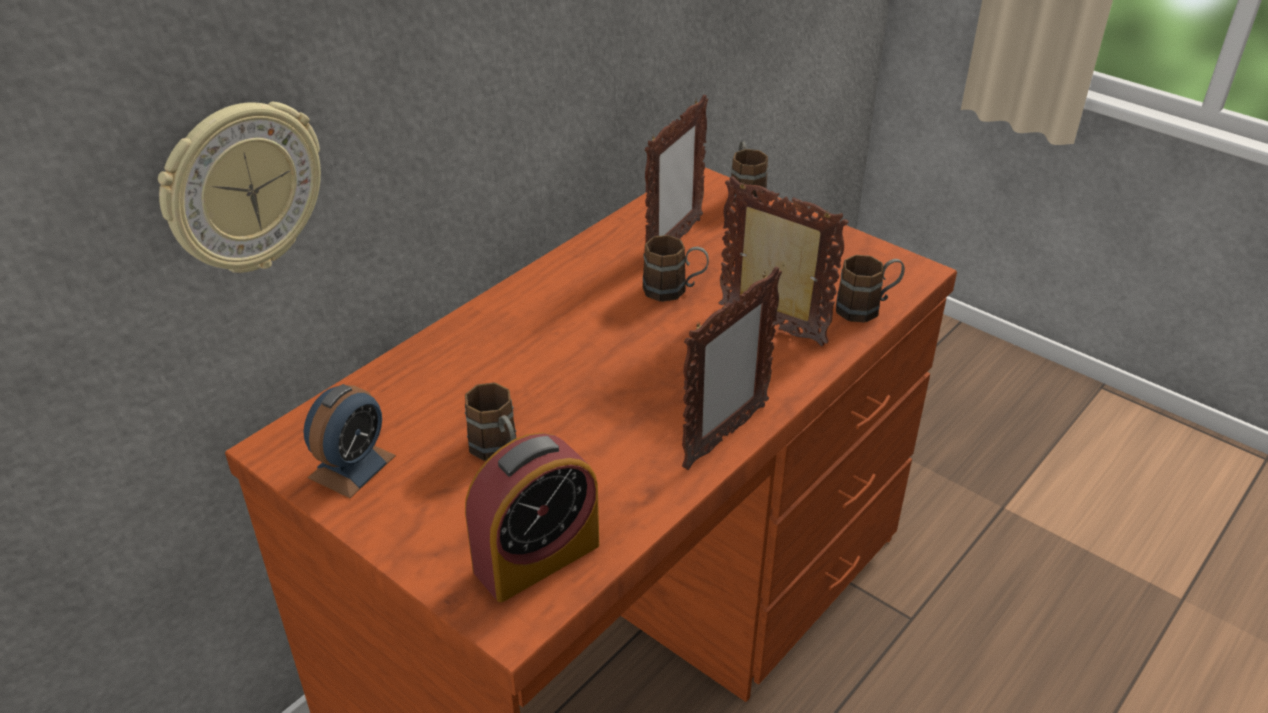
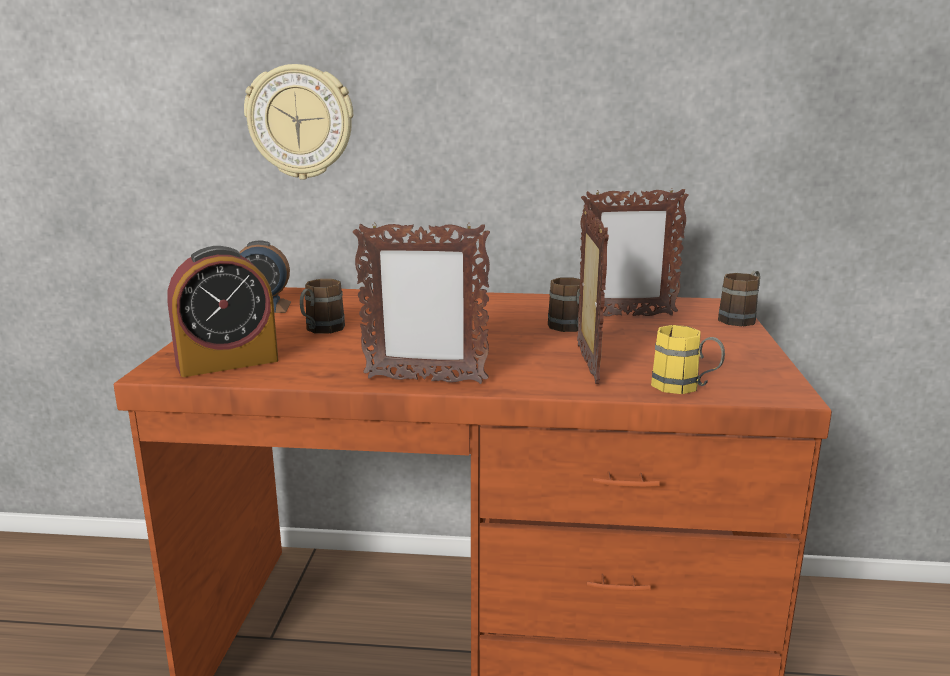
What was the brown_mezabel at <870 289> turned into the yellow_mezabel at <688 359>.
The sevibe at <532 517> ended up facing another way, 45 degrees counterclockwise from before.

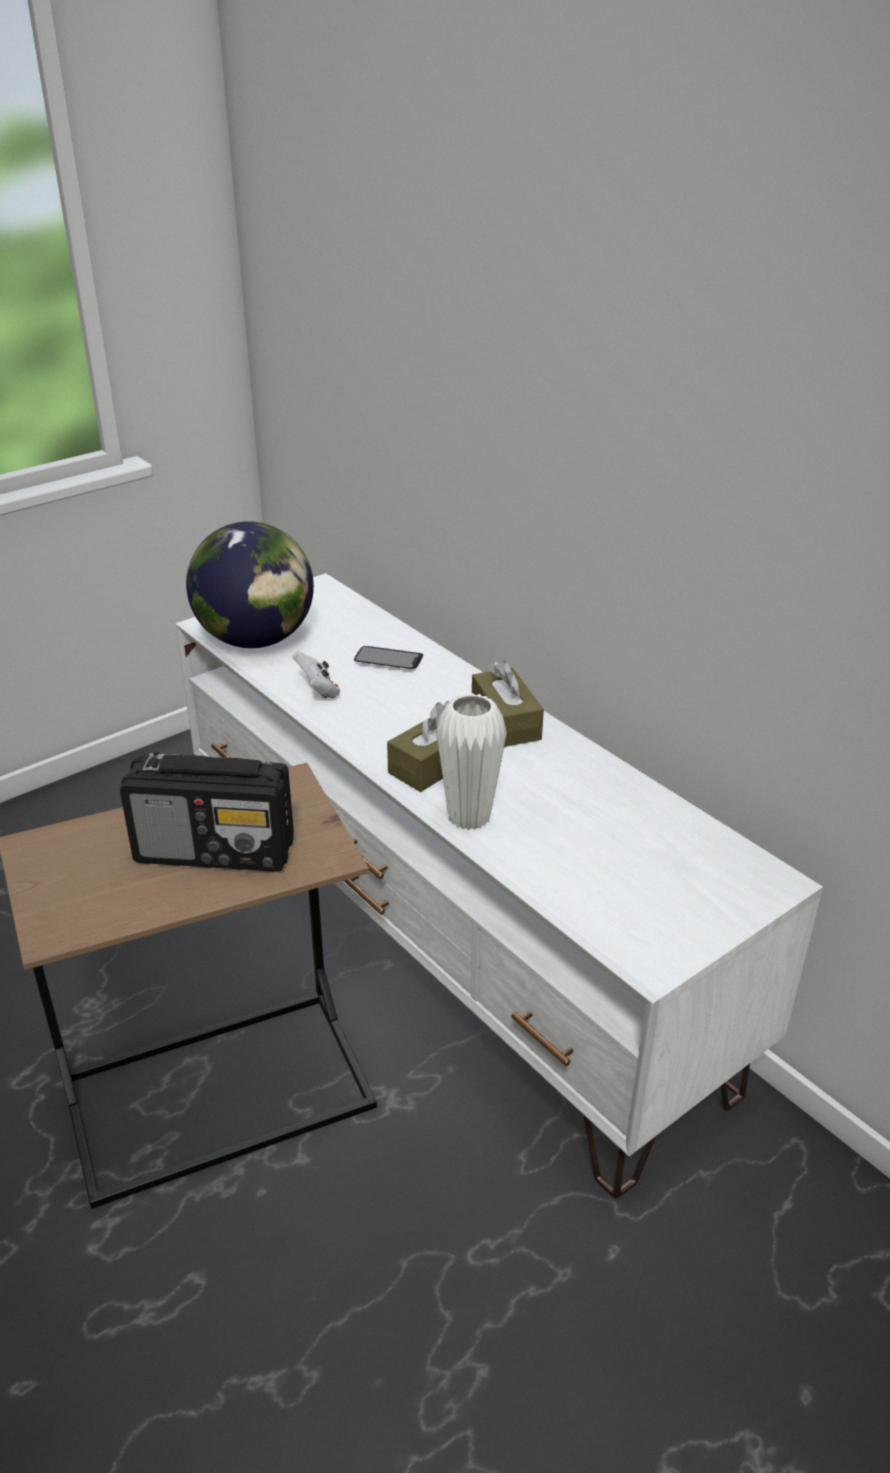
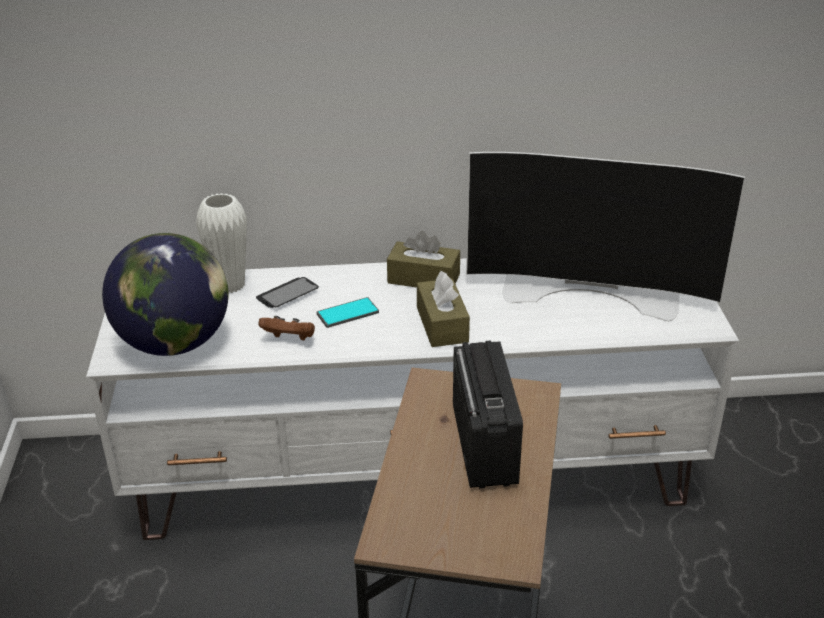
What was the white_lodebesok at <316 675> turned into the brown_lodebesok at <286 328>.
The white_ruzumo ended up elsewhere, having gone from <471 761> to <221 243>.
The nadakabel at <207 812> ended up facing another way, 45 degrees counterclockwise from before.
The second view gained the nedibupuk at <605 236>.
The second view gained the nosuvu at <348 312>.

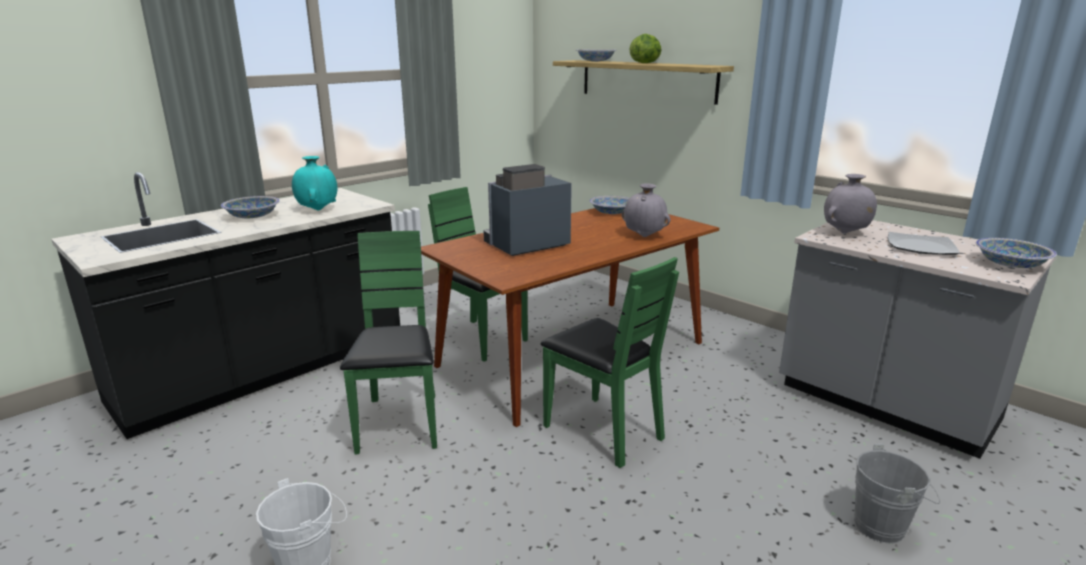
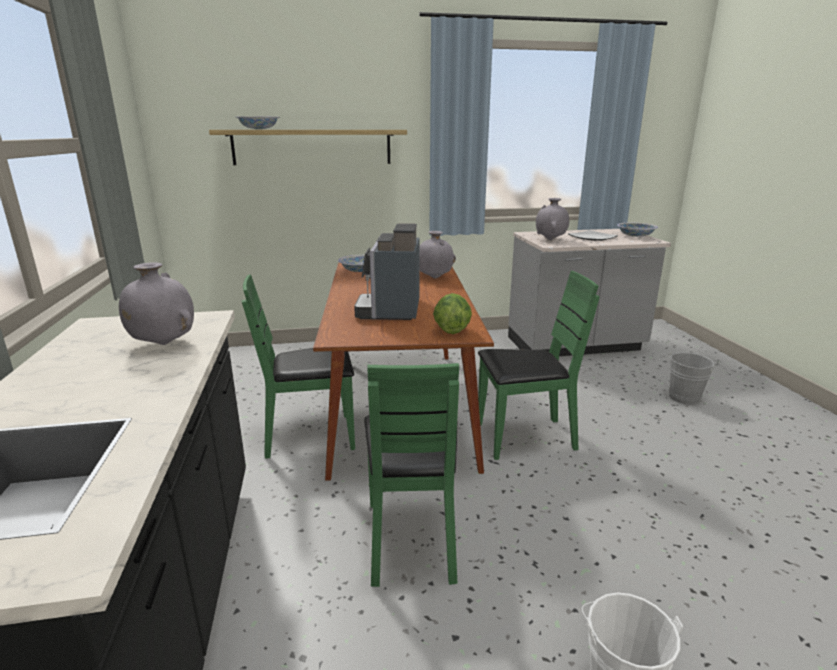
The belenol ended up elsewhere, having gone from <645 48> to <452 313>.
What was the turquoise_ruzumo at <315 183> turned into the grey_ruzumo at <156 303>.
The second view lost the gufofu at <250 207>.
The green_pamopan at <388 343> ended up facing another way, 120 degrees counterclockwise from before.

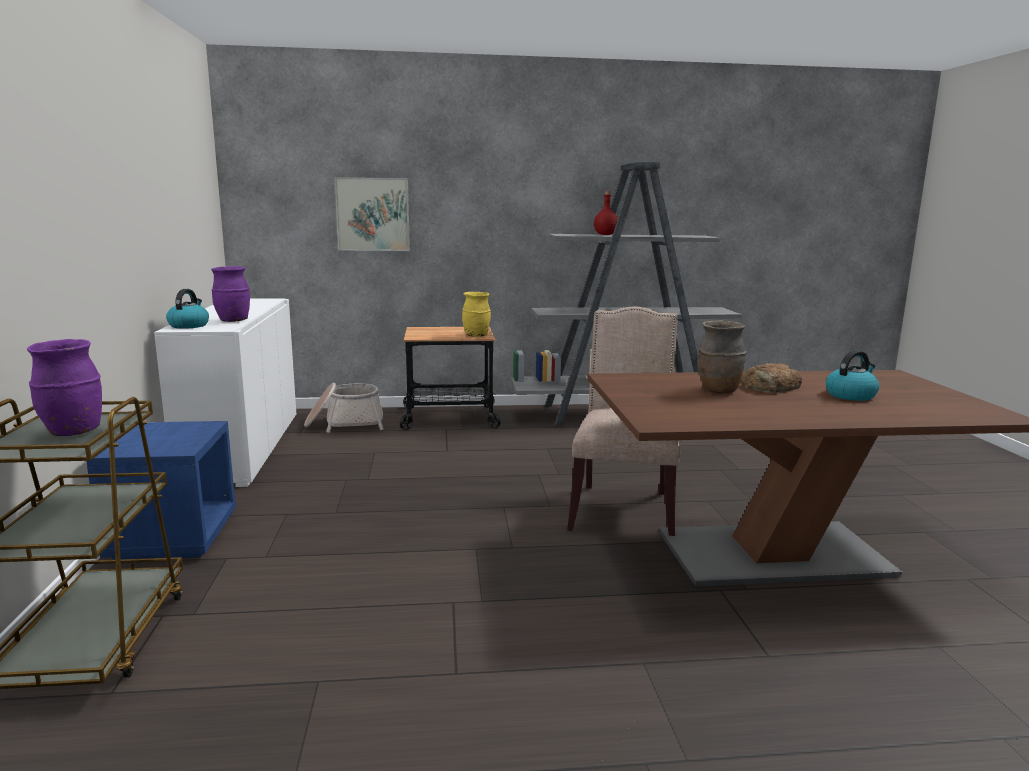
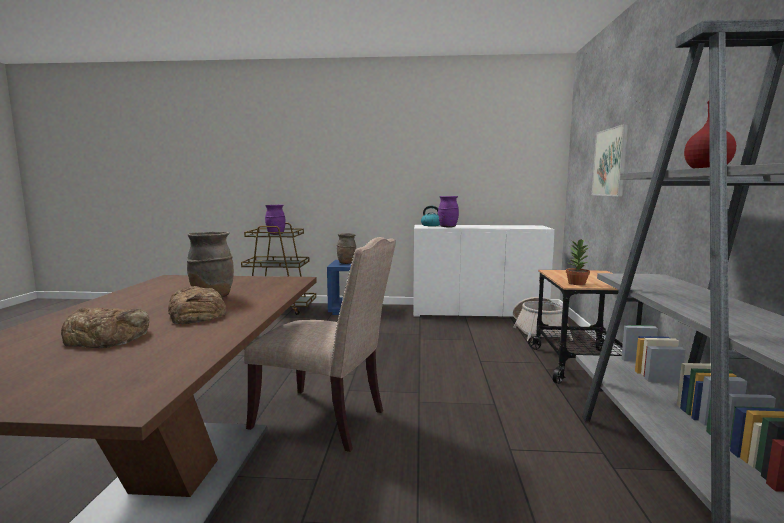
Where the yellow_ruzumo stood at <476 314>, the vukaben came to stand at <578 262>.
Where the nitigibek stood at <852 375>, the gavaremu came to stand at <105 327>.
The second view gained the brown_ruzumo at <346 248>.

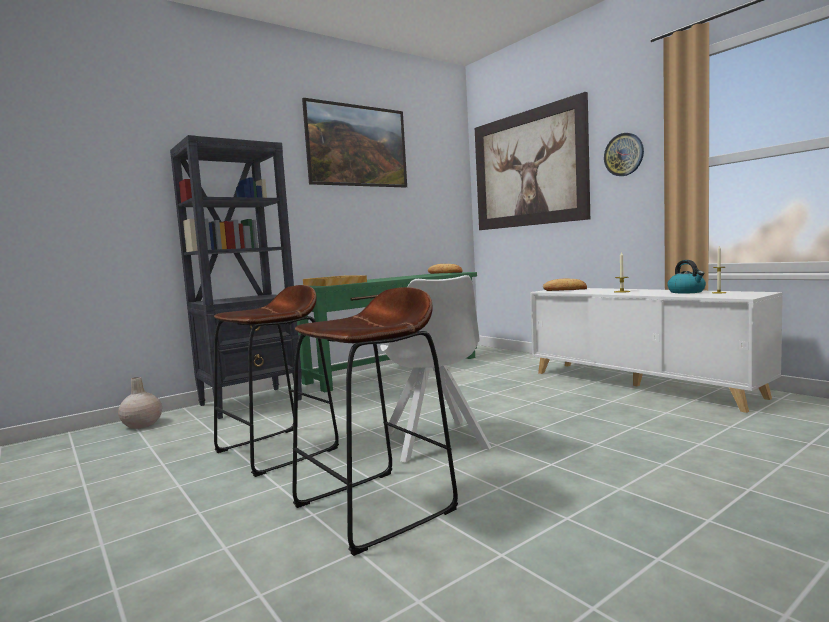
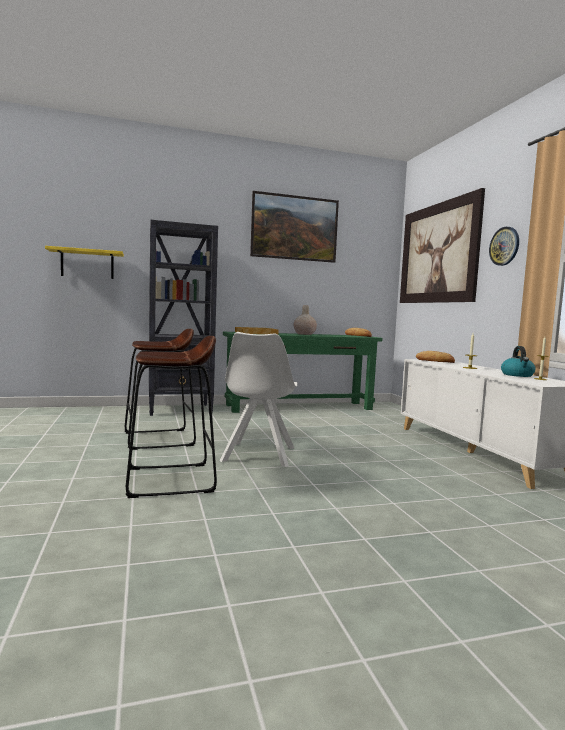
The beige_ruzumo ended up elsewhere, having gone from <140 403> to <305 320>.
The second view gained the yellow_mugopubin at <84 262>.

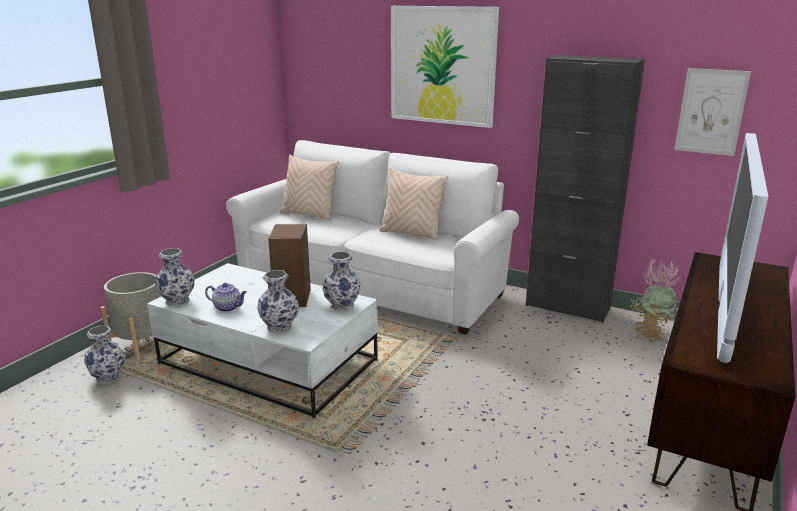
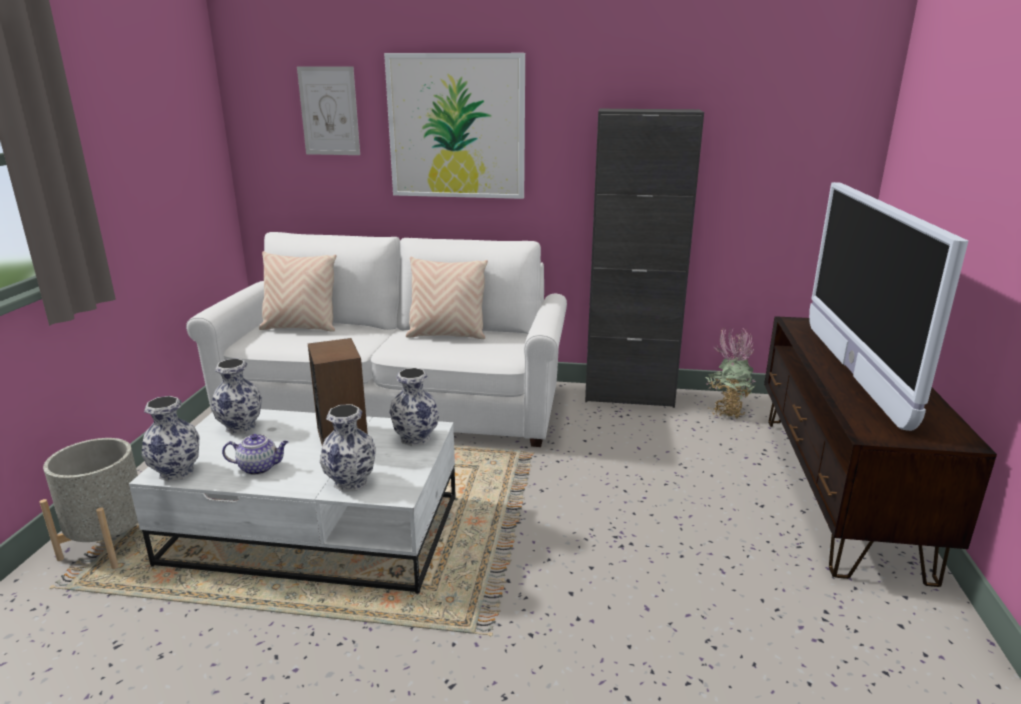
The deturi ended up elsewhere, having gone from <712 112> to <328 110>.
The ruzumo ended up elsewhere, having gone from <104 355> to <236 396>.

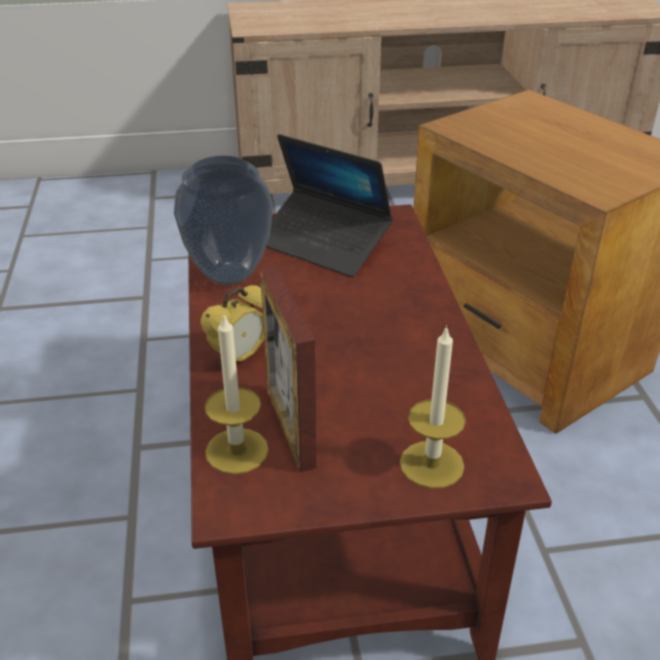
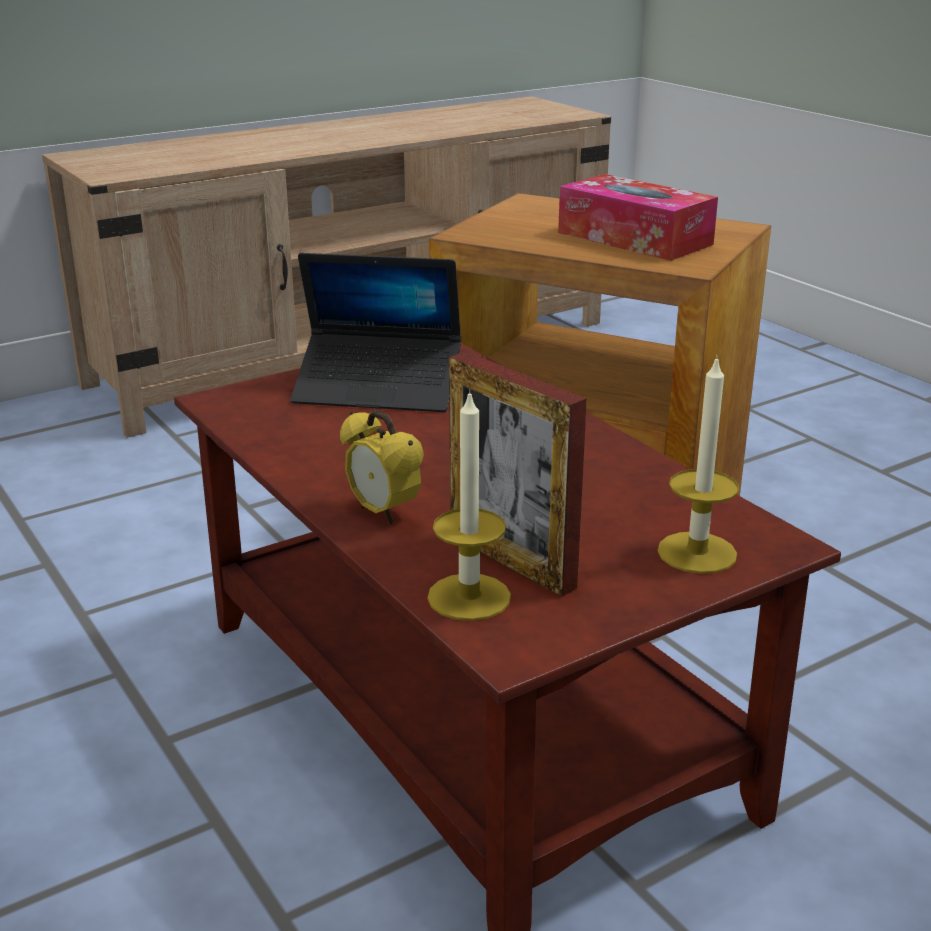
The second view lost the ruzumo at <223 220>.
The sevibe at <232 323> ended up facing another way, 120 degrees clockwise from before.
The second view gained the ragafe at <638 217>.

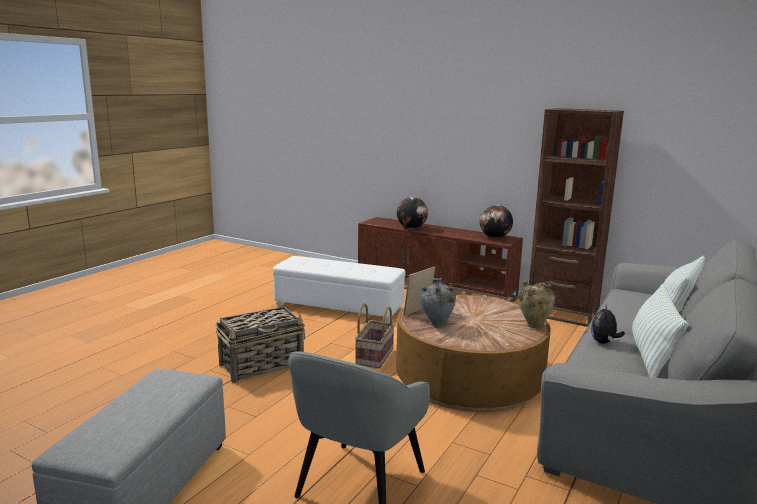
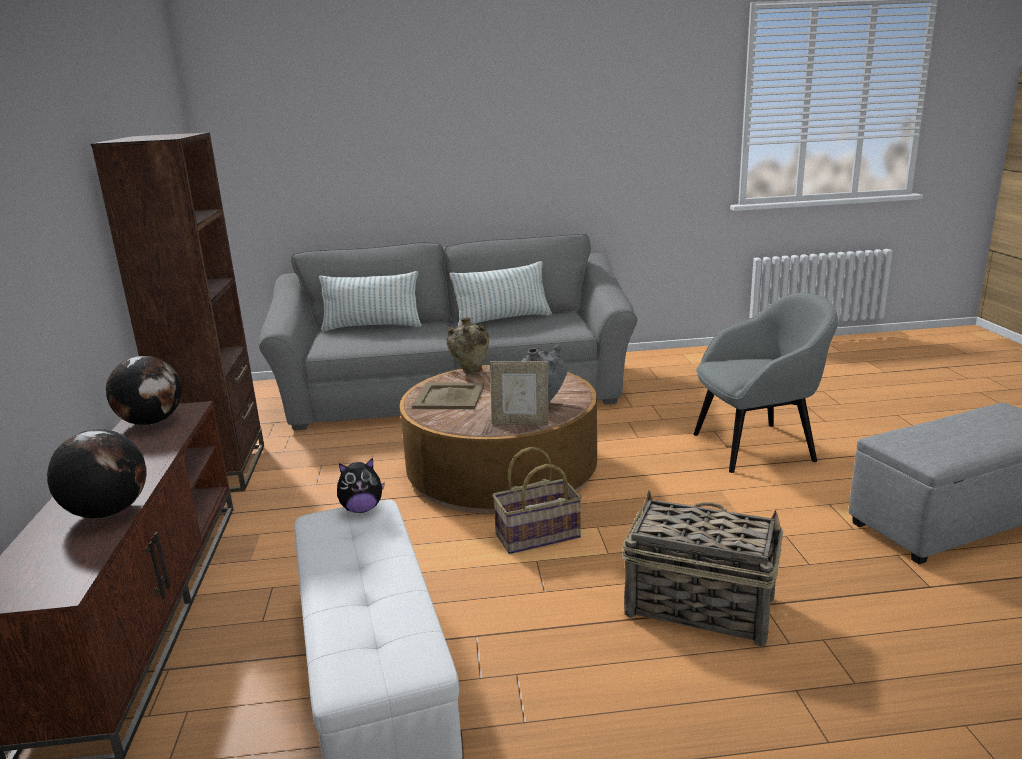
The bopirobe ended up elsewhere, having gone from <608 325> to <361 485>.
The second view gained the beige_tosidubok at <448 396>.

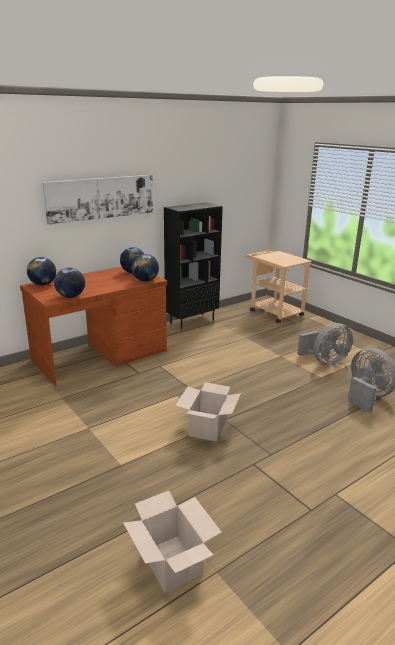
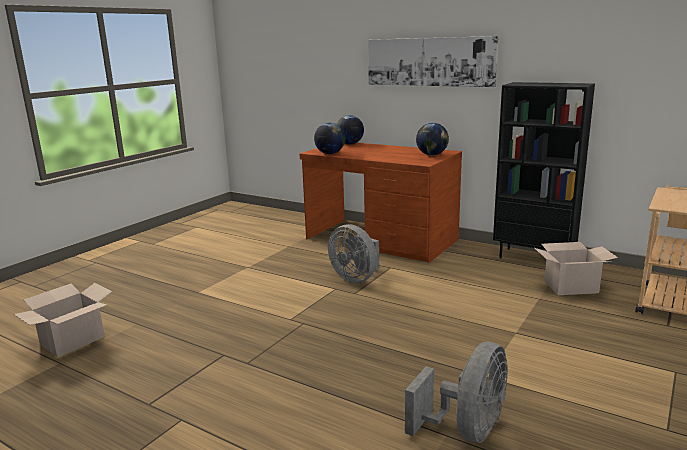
The second view lost the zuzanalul at <145 268>.
The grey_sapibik ended up elsewhere, having gone from <325 344> to <353 253>.
The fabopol ended up elsewhere, having gone from <208 411> to <576 268>.

